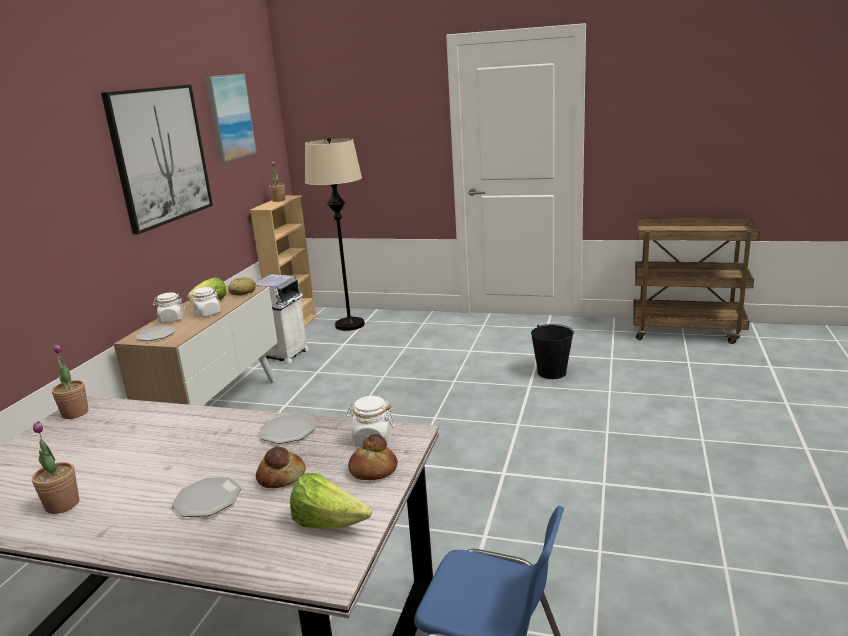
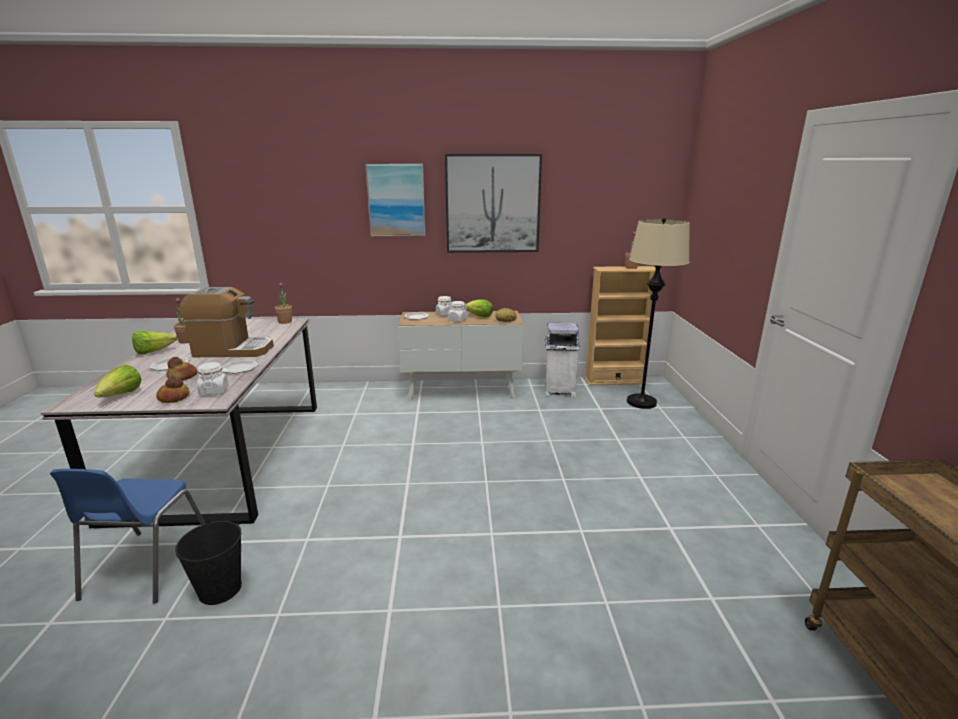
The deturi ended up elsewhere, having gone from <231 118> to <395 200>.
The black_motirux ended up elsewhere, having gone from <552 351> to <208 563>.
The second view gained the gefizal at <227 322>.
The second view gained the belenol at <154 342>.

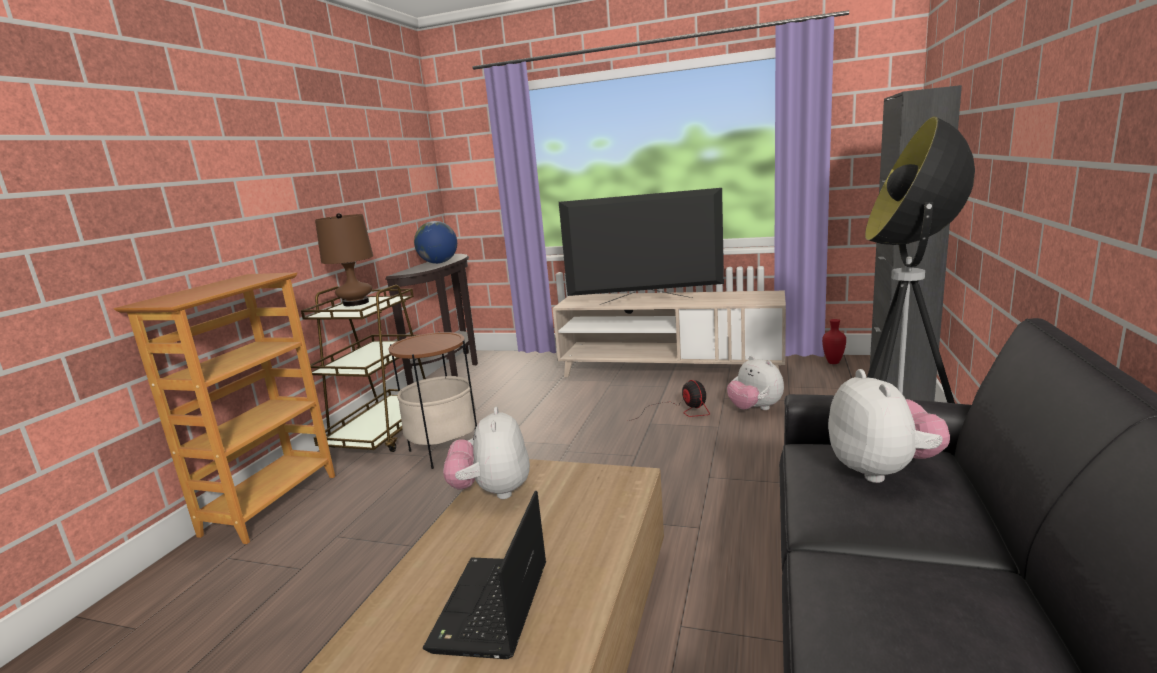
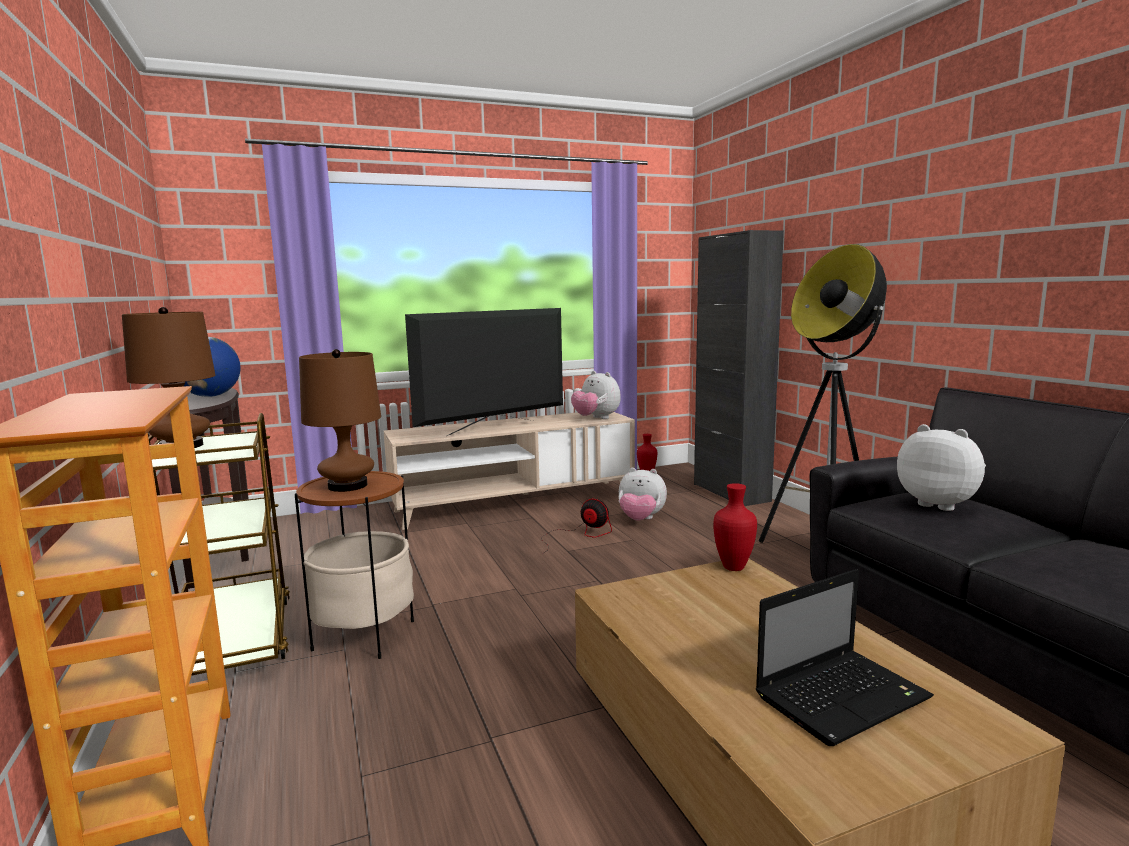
The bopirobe ended up elsewhere, having gone from <486 453> to <596 395>.
The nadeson at <484 575> ended up facing another way, 90 degrees counterclockwise from before.
The second view gained the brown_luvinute at <340 420>.
The second view gained the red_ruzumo at <735 527>.

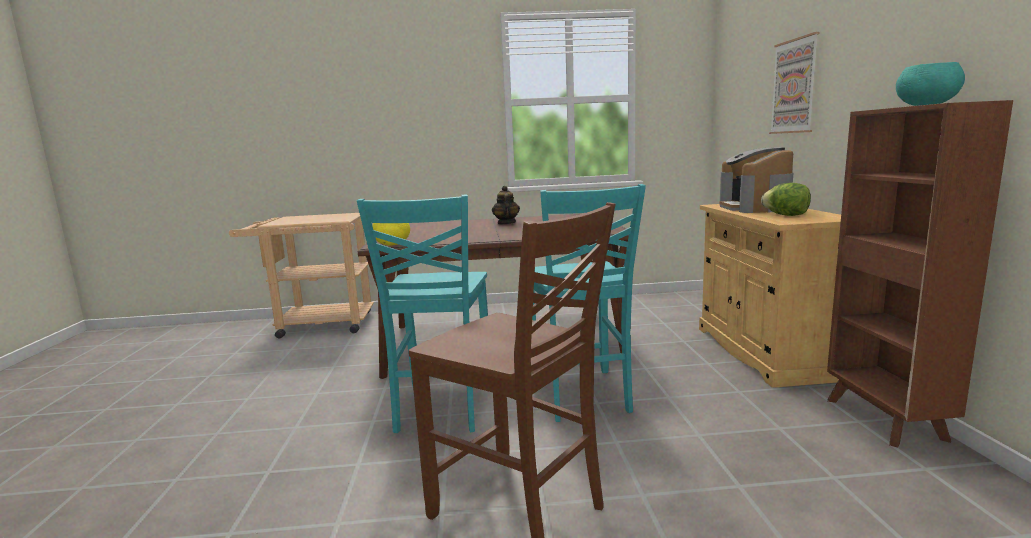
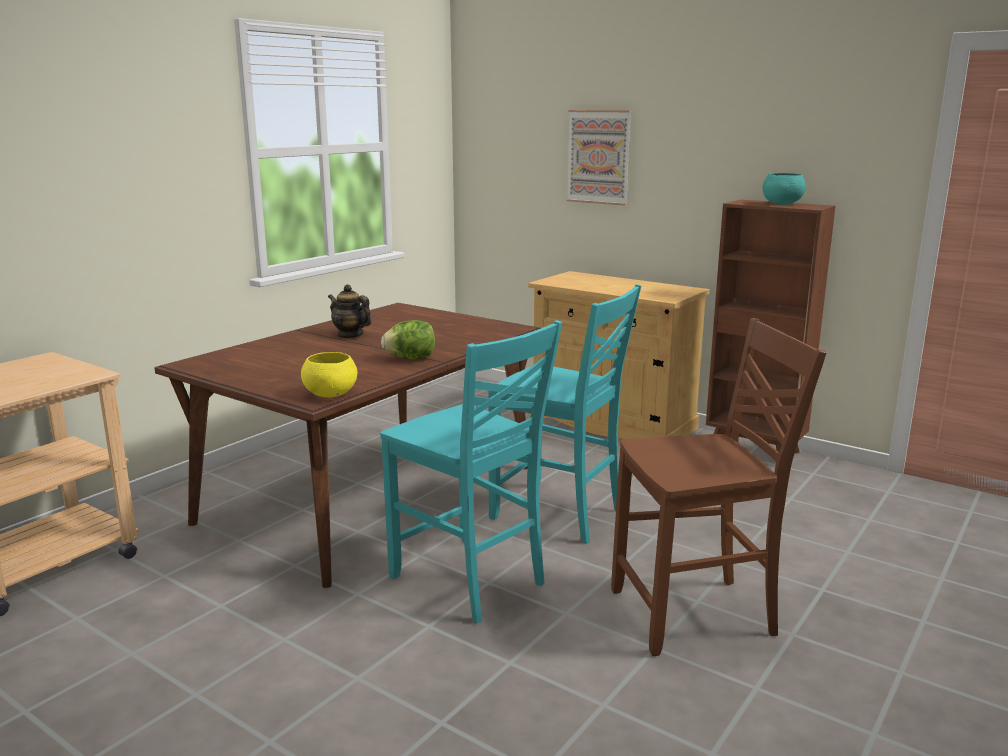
The second view lost the gefizal at <756 180>.
The belenol ended up elsewhere, having gone from <786 199> to <408 340>.

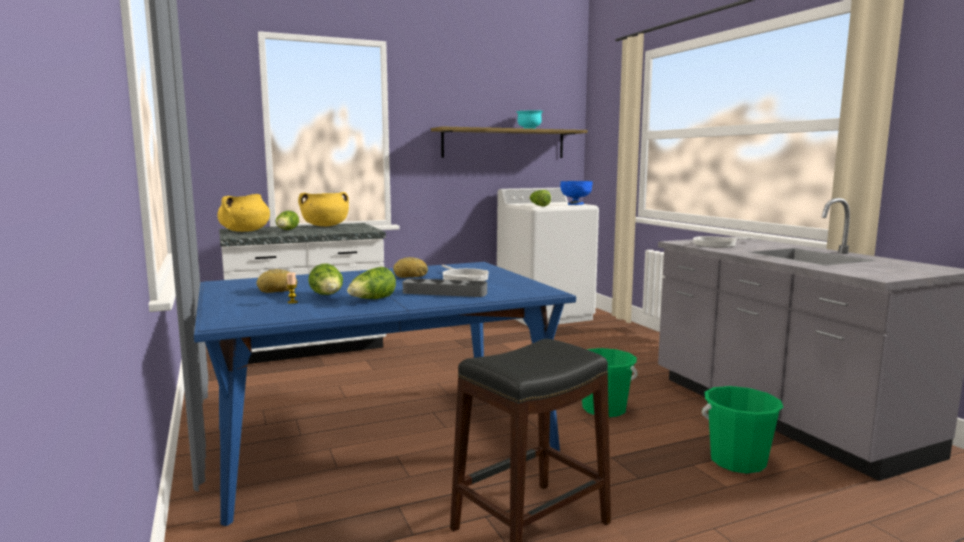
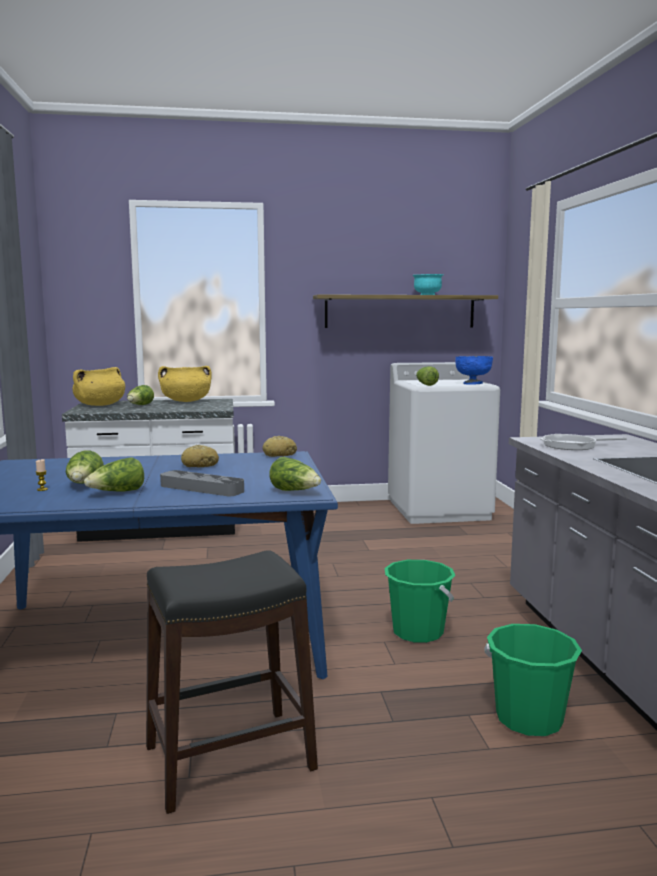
The second view lost the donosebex at <465 273>.
The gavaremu ended up elsewhere, having gone from <277 281> to <280 446>.
The second view gained the belenol at <295 474>.

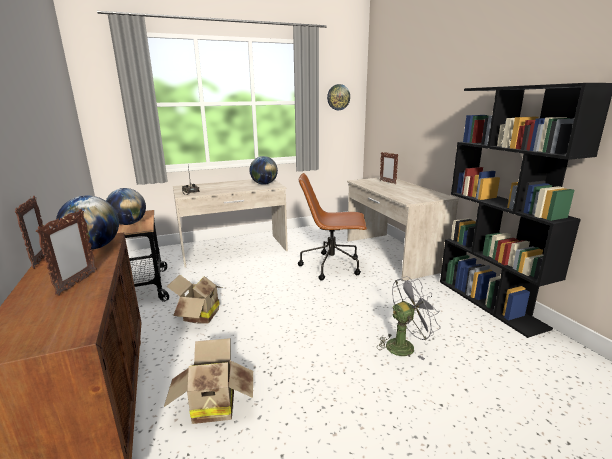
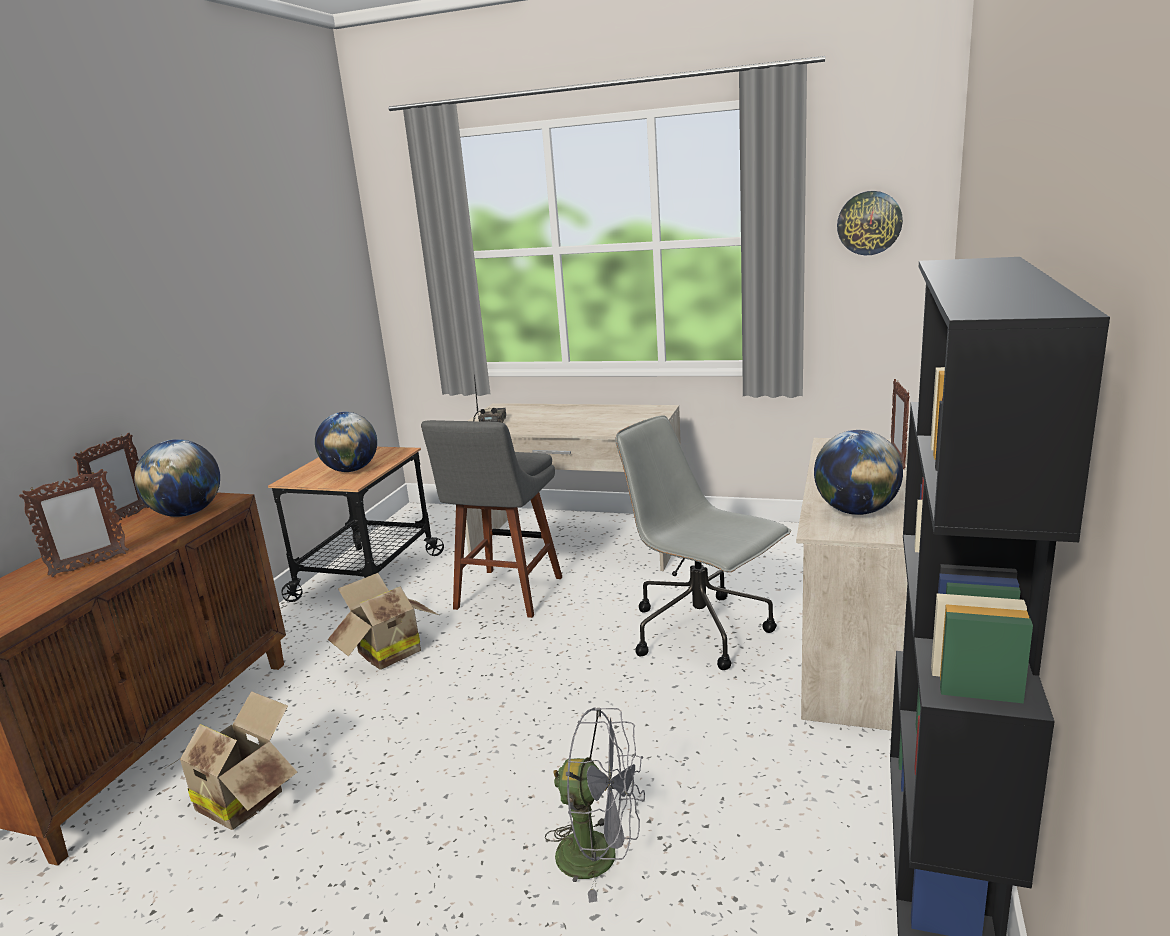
The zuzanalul ended up elsewhere, having gone from <263 170> to <858 472>.
What was the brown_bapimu at <332 226> turned into the grey_bapimu at <703 542>.
The second view gained the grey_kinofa at <491 519>.

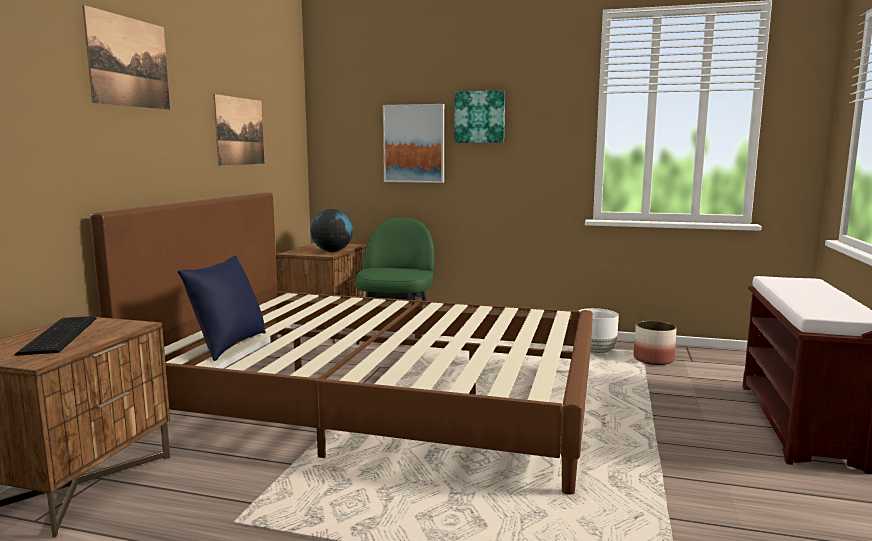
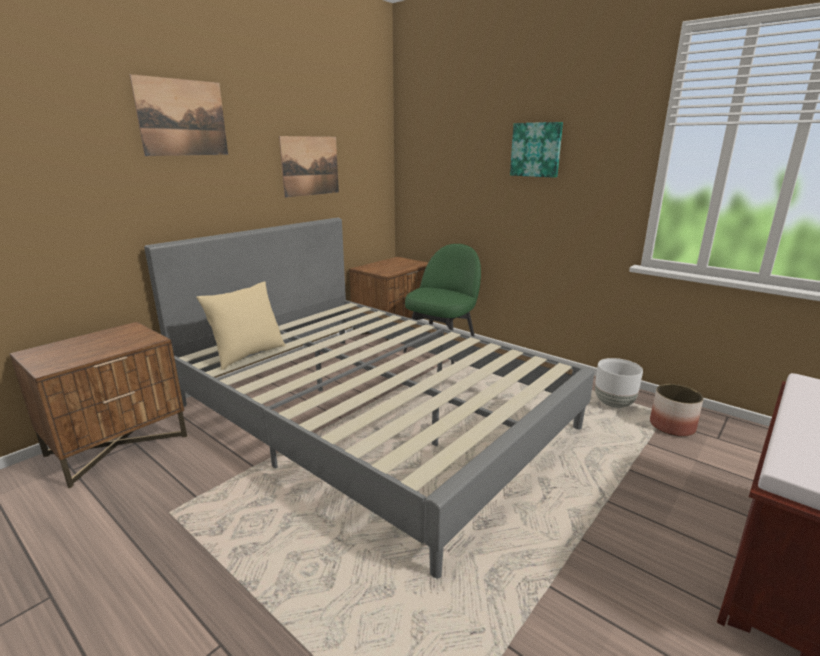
The second view lost the deturi at <413 143>.
What was the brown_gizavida at <341 343> turned into the grey_gizavida at <369 398>.
The second view lost the zuzanalul at <331 230>.
What was the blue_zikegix at <221 308> turned into the beige_zikegix at <241 326>.
The second view lost the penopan at <55 336>.

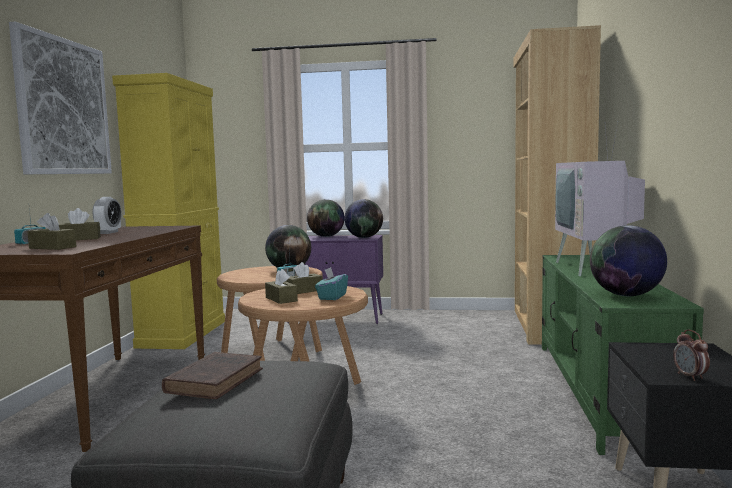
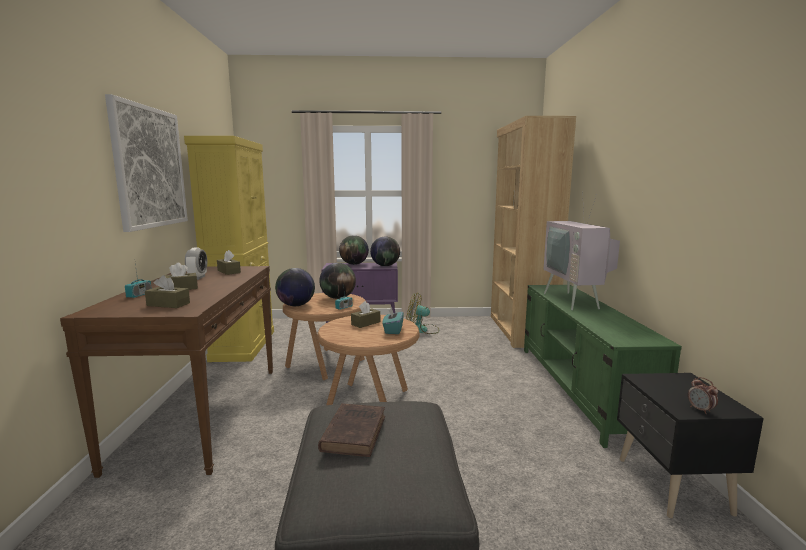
The zuzanalul ended up elsewhere, having gone from <628 260> to <295 287>.
The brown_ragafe ended up elsewhere, having gone from <281 286> to <229 262>.
The second view gained the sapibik at <422 313>.

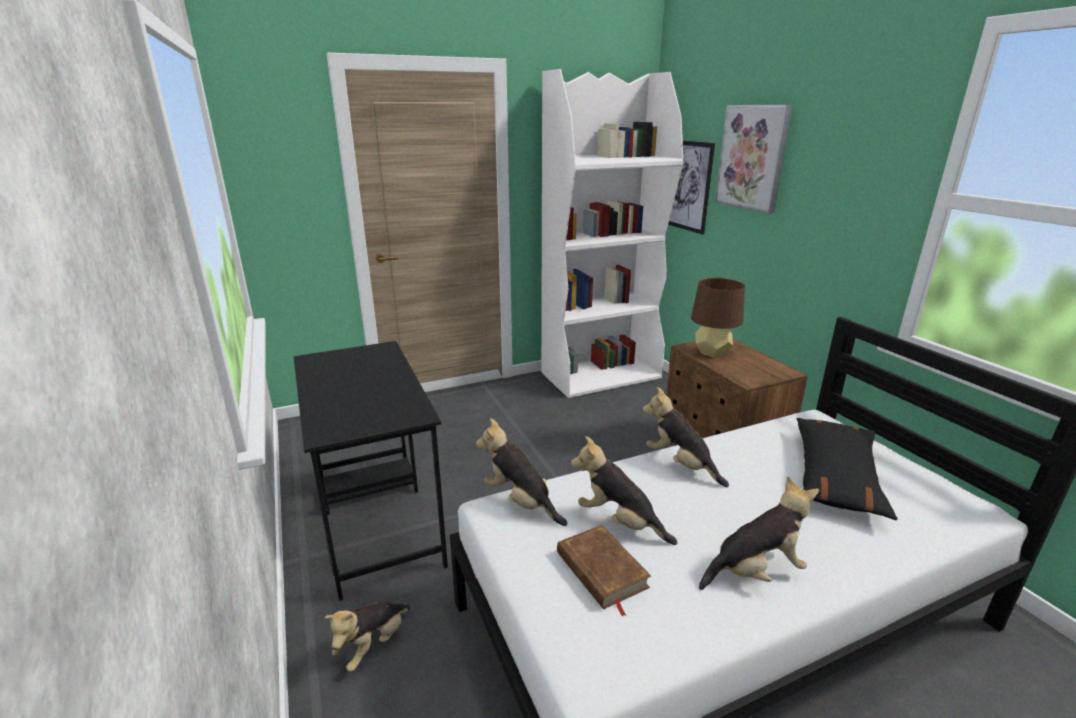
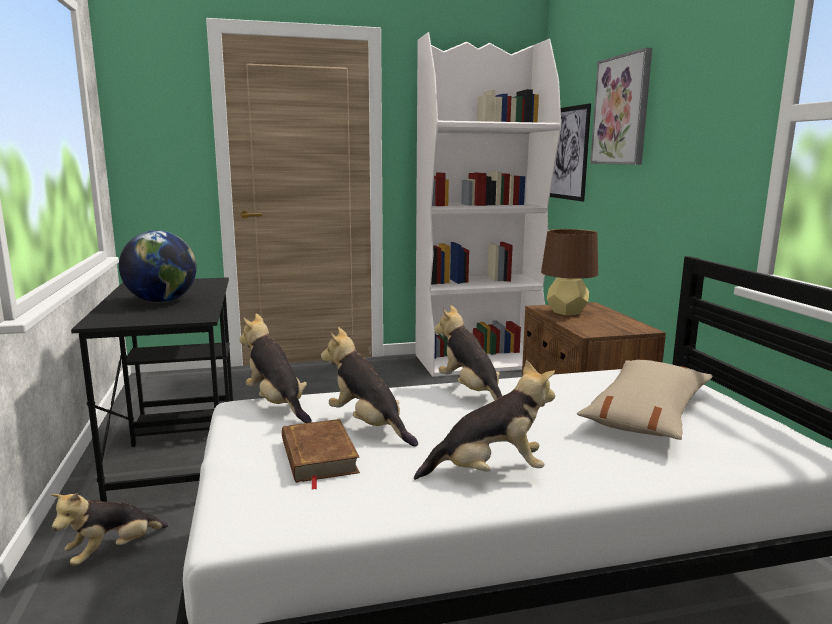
What was the black_zikegix at <846 469> turned into the beige_zikegix at <644 399>.
The second view gained the zuzanalul at <158 266>.

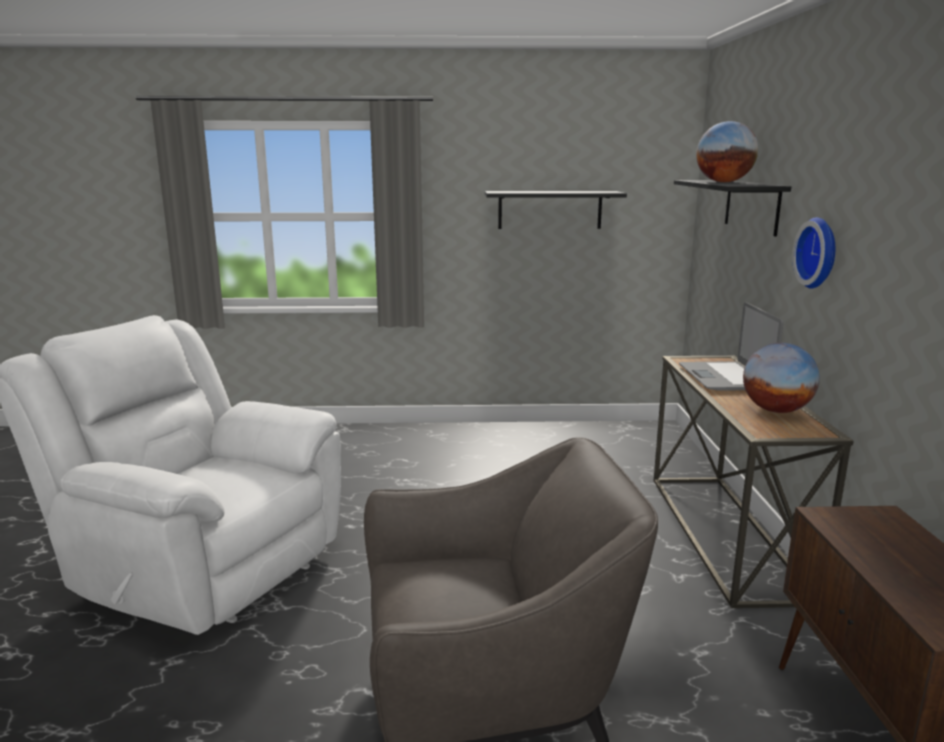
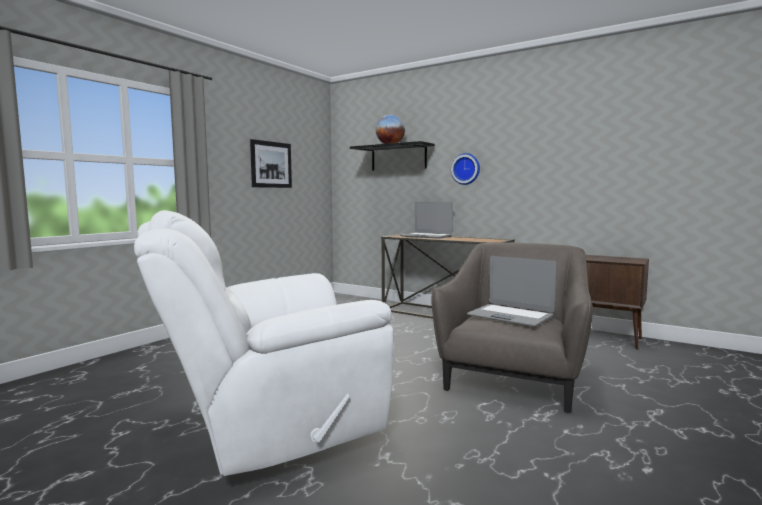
Where the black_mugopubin hung at <556 210>, the deturi came to hang at <271 163>.
The second view lost the zuzanalul at <781 378>.
The second view gained the nadeson at <512 291>.

